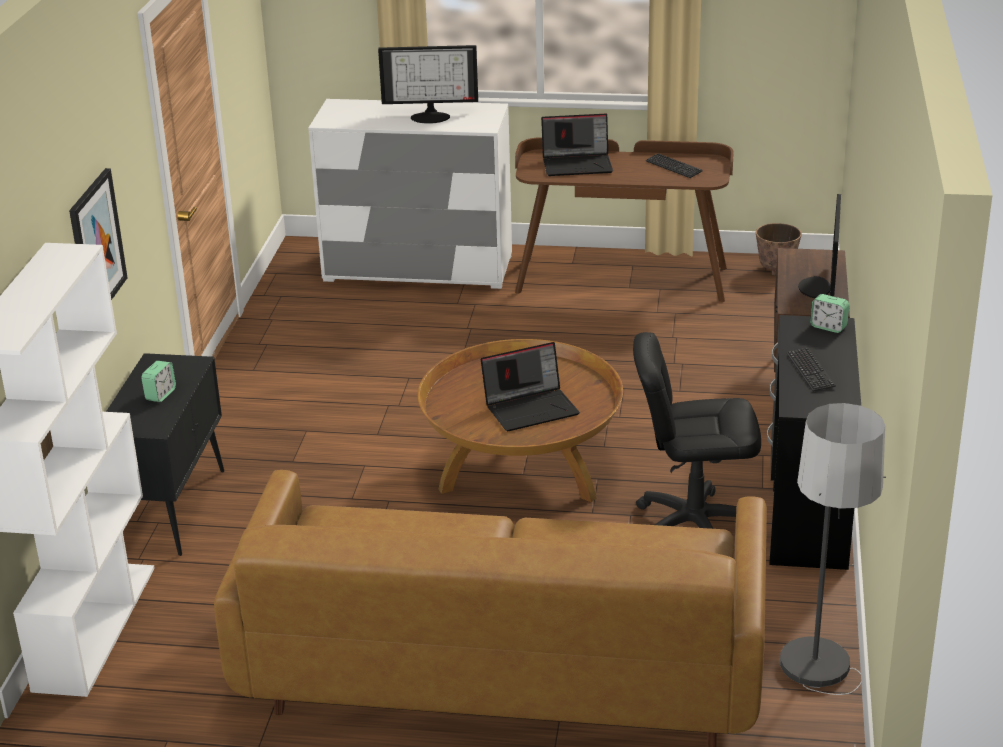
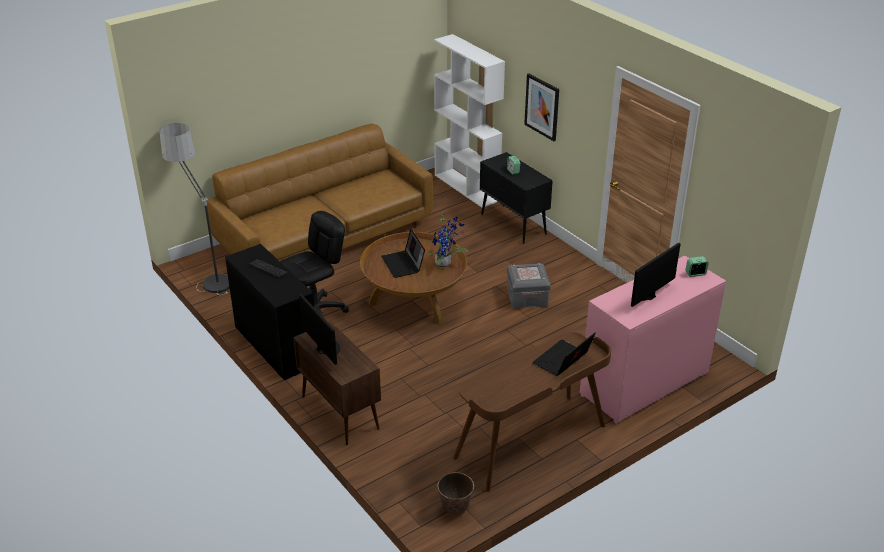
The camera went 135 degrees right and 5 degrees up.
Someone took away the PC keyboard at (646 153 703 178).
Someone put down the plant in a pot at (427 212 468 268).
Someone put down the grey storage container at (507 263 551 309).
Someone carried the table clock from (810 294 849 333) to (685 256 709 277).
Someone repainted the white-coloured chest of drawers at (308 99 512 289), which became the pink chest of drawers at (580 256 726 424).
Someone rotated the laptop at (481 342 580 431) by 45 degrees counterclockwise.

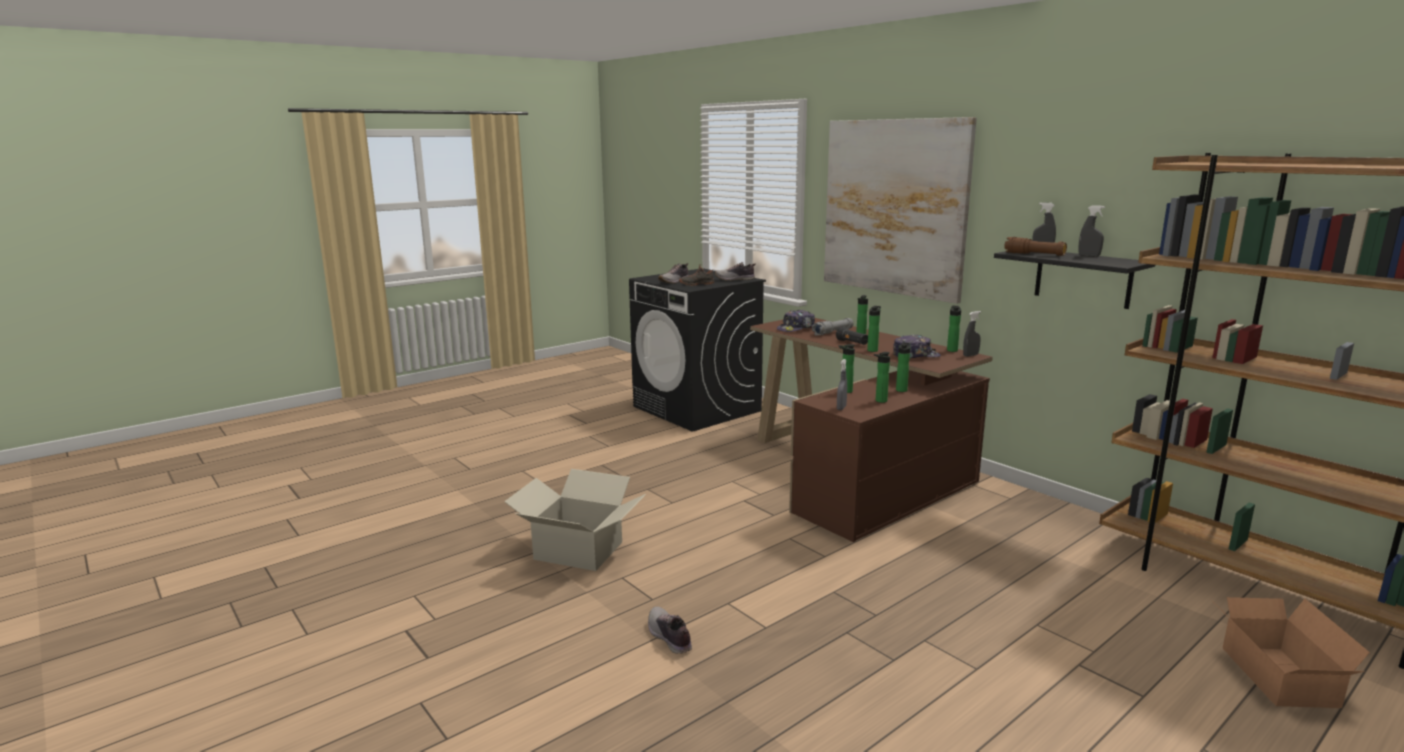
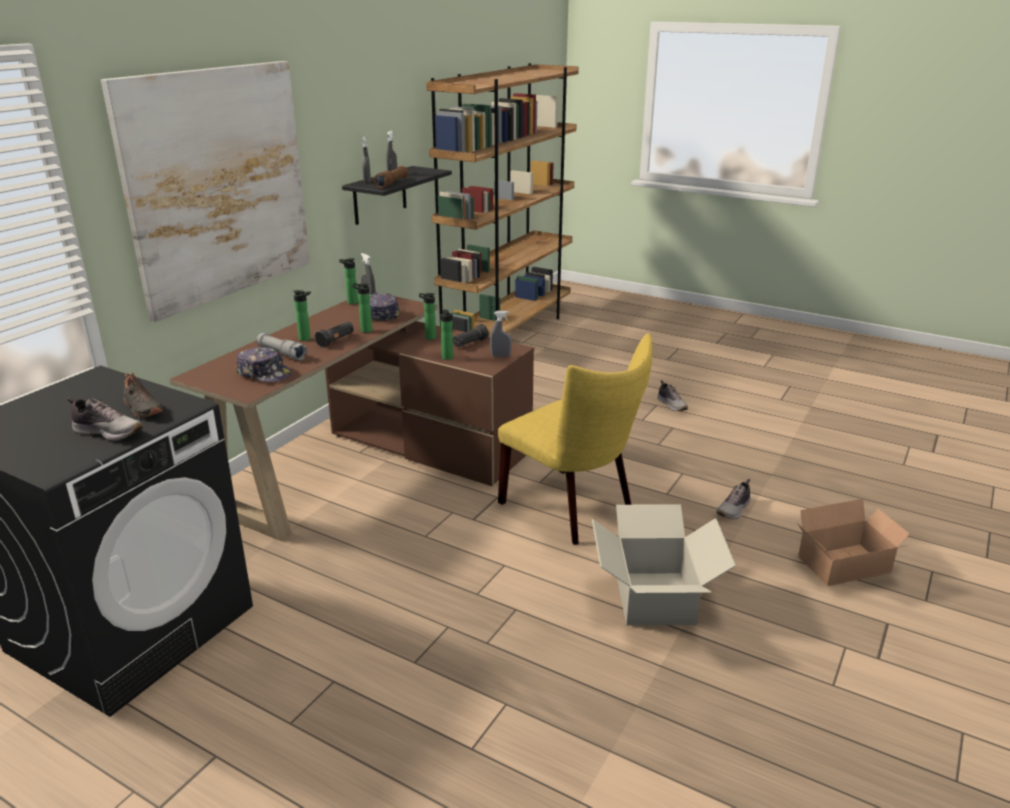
The camera went 110 degrees left and 10 degrees up.
Someone put down the yellow upright chair at (498 333 652 545).
Someone carried the shoe from (715 262 756 281) to (657 380 688 411).
Someone carried the carton from (1222 597 1370 708) to (797 499 912 586).
Someone swapped the bottle at (874 352 890 403) for the black flashlight at (453 324 489 347).

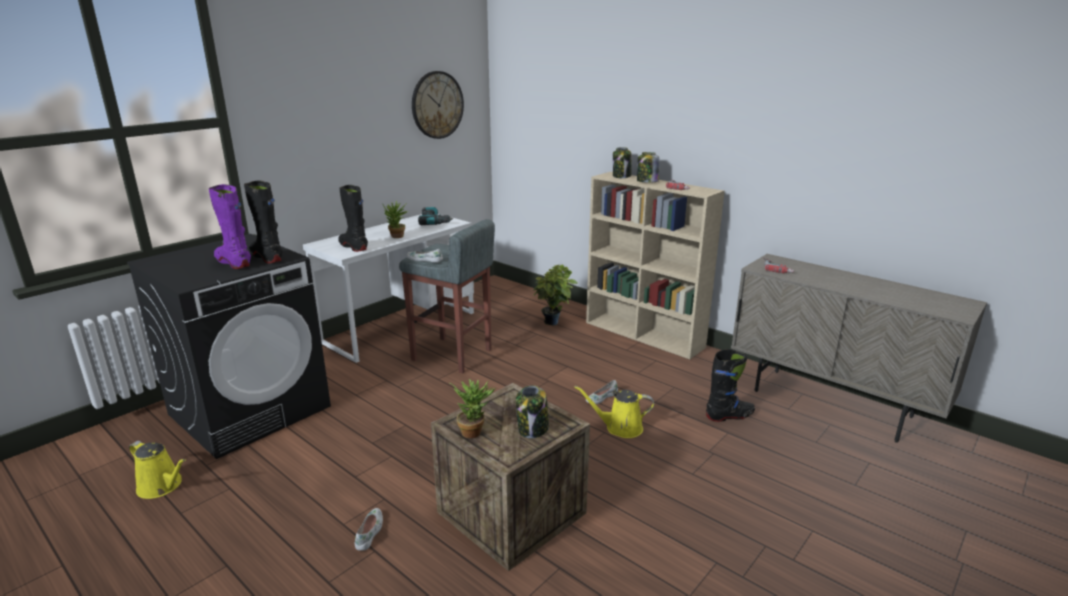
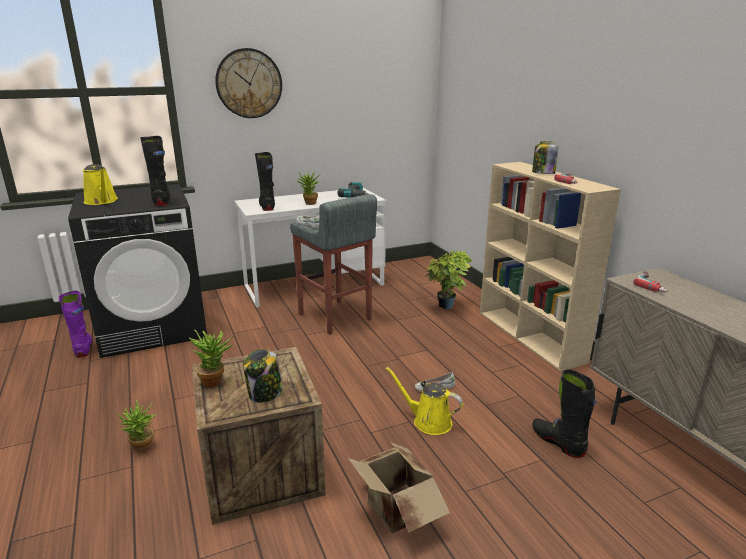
The camera went 25 degrees right and 0 degrees up.
Someone took away the preserve jar at (613 147 632 178).
Someone put down the carton at (348 442 450 534).
Someone carried the yellow watering can from (129 441 186 499) to (83 164 118 205).
Someone carried the purple boot from (209 184 251 269) to (59 291 93 358).
Someone carried the wall clock from (412 71 464 139) to (215 48 282 118).
Someone swapped the white-coloured shoe at (355 508 383 551) for the plant in a pot at (117 400 157 453).
Someone rotated the black boot at (706 349 755 422) by 135 degrees counterclockwise.

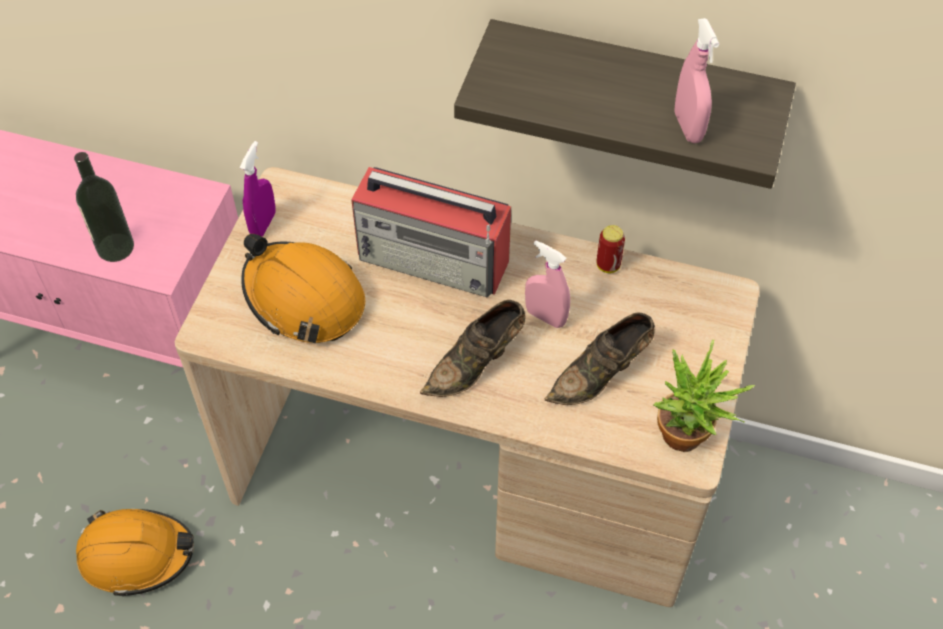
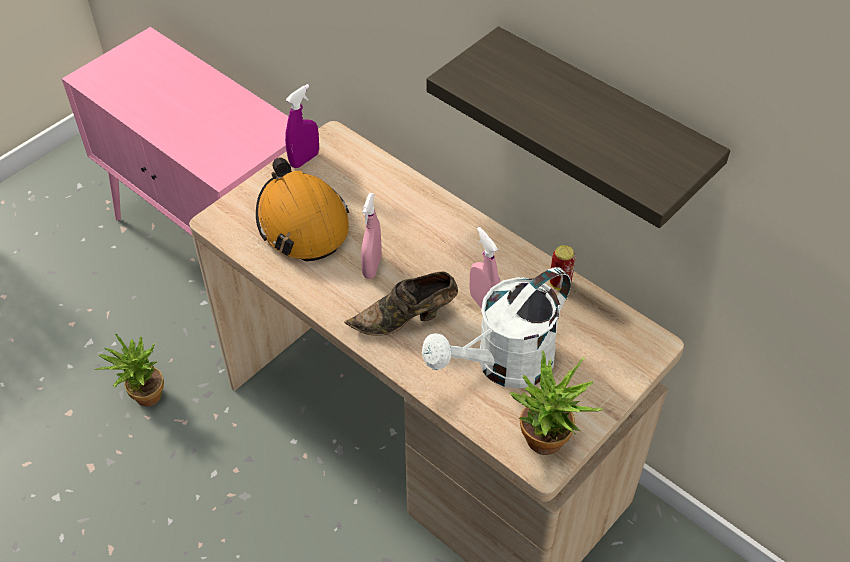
The camera went 25 degrees right and 5 degrees down.
Someone took away the bottle at (74 152 134 262).
Someone took away the radio set at (351 167 511 297).
Someone carried the pink sprayer from (674 18 719 143) to (361 193 382 279).
Someone swapped the orange hard hat at (76 509 194 596) for the plant in a pot at (95 333 164 406).
Someone swapped the brown shoe at (544 312 655 405) for the white-coloured watering can at (422 267 571 389).

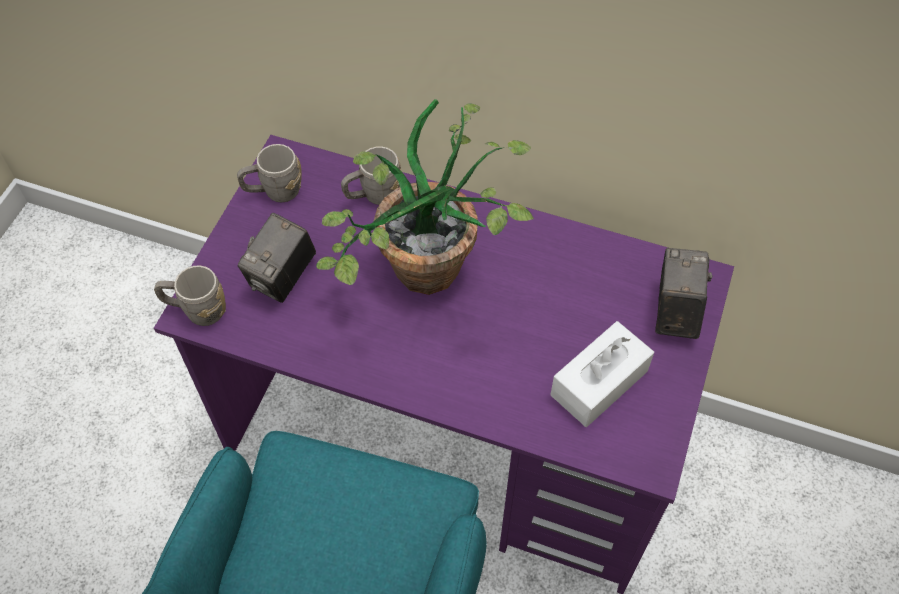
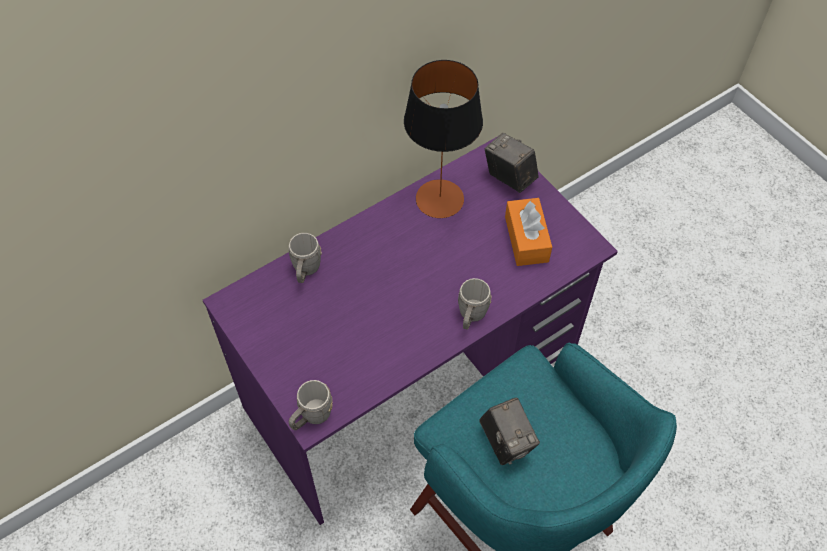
The camera went 55 degrees left and 0 degrees up.
Someone took away the plant in a pot at (316 99 534 295).
Someone put down the table lamp at (404 60 483 218).
Someone carried the grey mug from (237 144 302 203) to (458 278 492 330).
Someone carried the photo camera from (238 213 316 303) to (479 398 540 465).
Someone repainted the white-coloured tissue holder at (551 321 654 427), which became the orange tissue holder at (505 198 552 266).

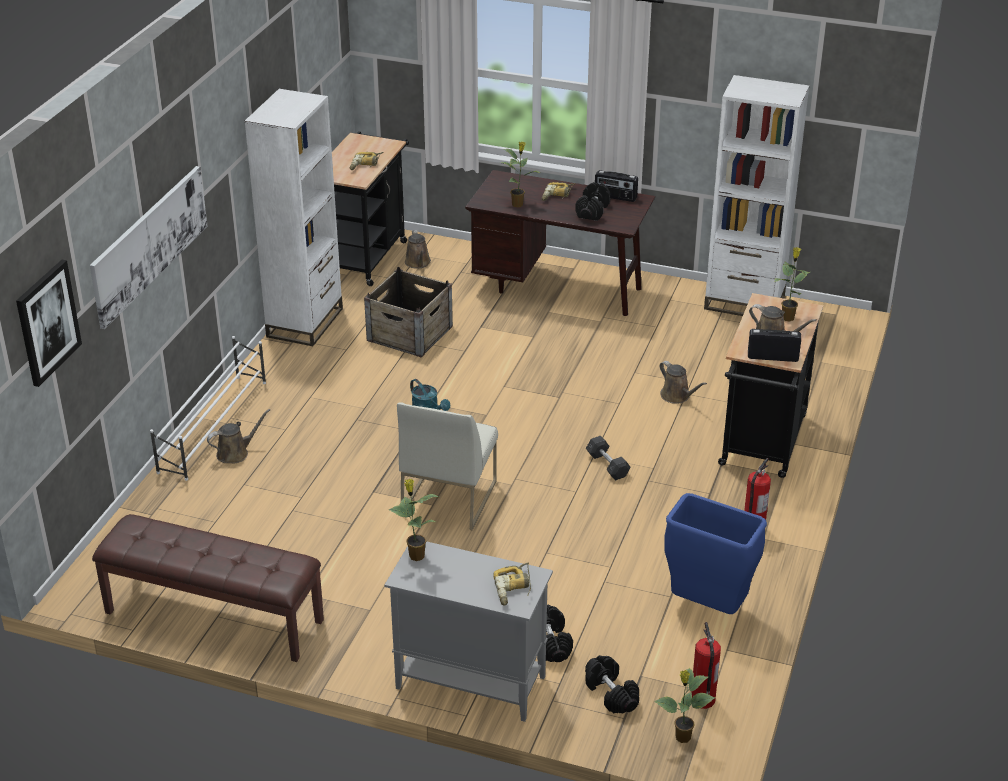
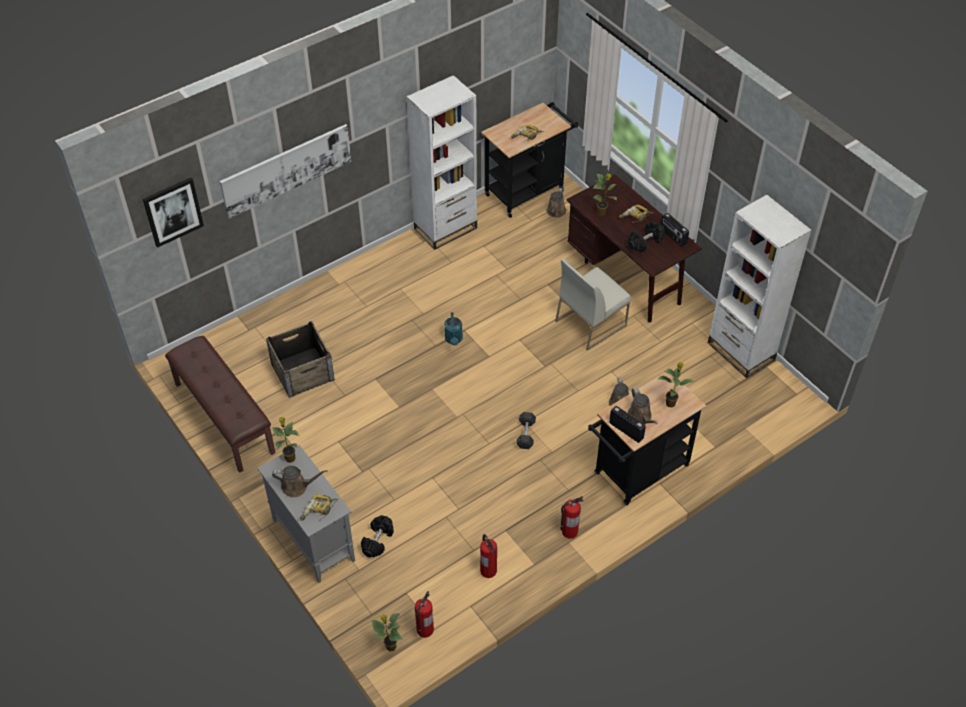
The camera went 35 degrees right and 15 degrees up.
Someone took away the white-coloured shoe stand at (150 336 266 481).
Someone took away the black free weight at (585 655 639 714).
Someone carried the brown watering can from (207 409 270 463) to (272 466 328 498).
Someone carried the crate from (364 267 453 357) to (266 321 335 398).
Someone carried the white-coloured upright chair from (397 402 498 530) to (555 259 631 350).
Someone swapped the bluish trash can at (664 493 767 614) for the extinguisher at (480 534 497 578).

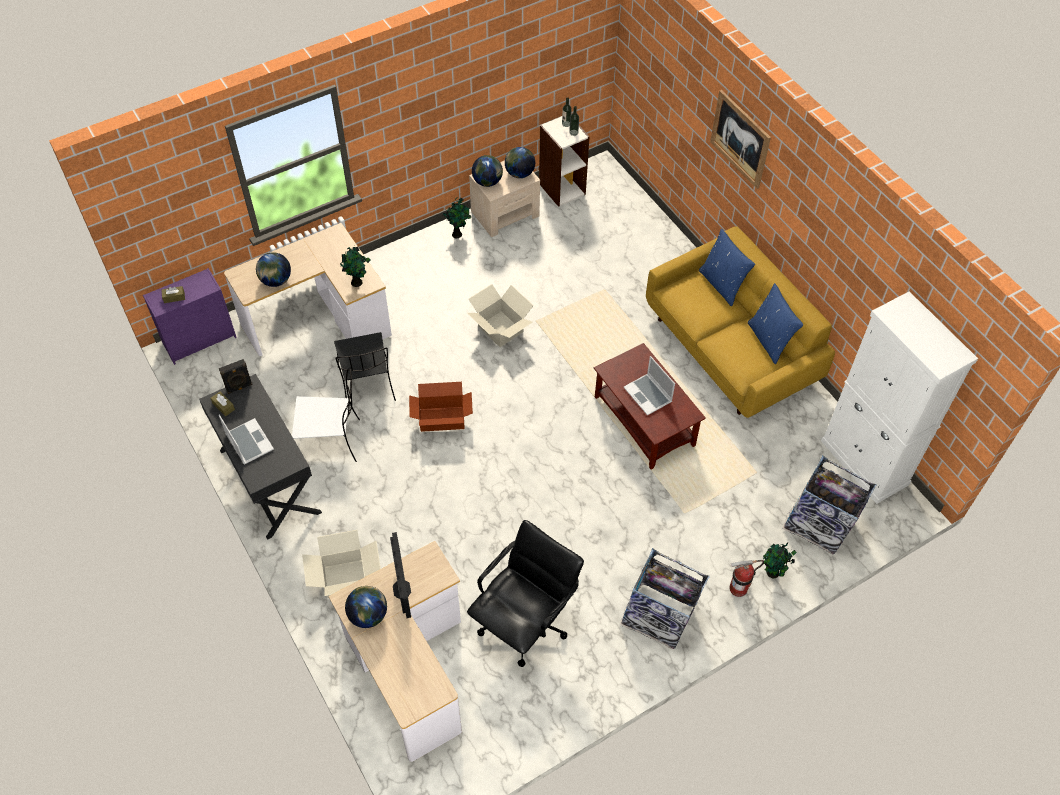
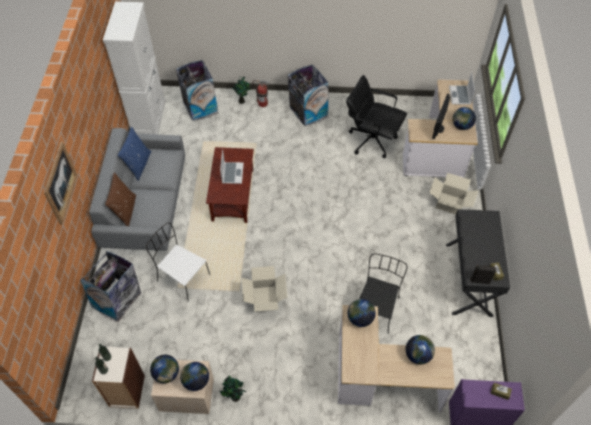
The camera went 145 degrees left and 0 degrees up.
Someone took away the carton at (409 382 473 432).
Someone put down the trash can at (80 251 141 323).
Someone carried the laptop from (219 415 274 465) to (449 72 475 105).
Someone carried the white-coloured upright chair from (292 368 360 462) to (146 222 210 302).
Someone swapped the plant in a pot at (339 247 371 287) for the desk globe at (348 299 376 327).
Someone repainted the yellow settee at (646 226 835 418), which became the grey settee at (89 128 185 251).
Someone repainted the bluish throw pillow at (699 229 755 306), which became the brown throw pillow at (105 172 136 226).
Someone rotated the black desk chair at (467 520 584 667) by 45 degrees clockwise.

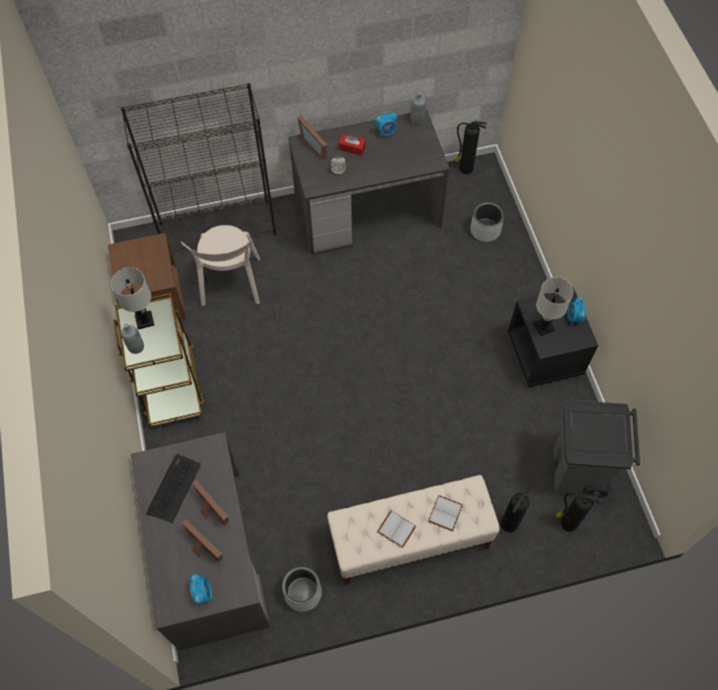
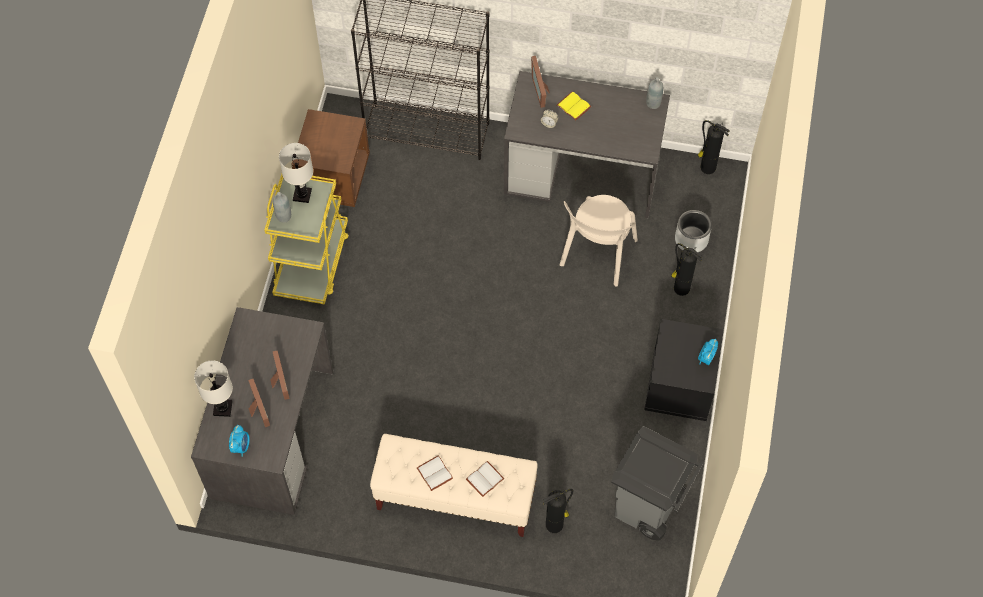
The camera went 25 degrees right and 0 degrees up.
Someone took away the PC keyboard at (147 454 201 523).
Someone took away the grey plant pot at (282 567 322 612).
Someone took away the table clock at (376 112 397 137).
Someone carried the beige upright chair from (181 225 260 306) to (560 195 638 287).
Someone carried the white-coloured table lamp from (533 277 573 336) to (194 360 233 417).
Someone carried the extinguisher from (556 492 605 532) to (671 243 703 296).
Someone swapped the red tissue holder at (339 134 366 156) for the yellow bound book at (557 91 592 120).
Someone repainted the brown cart at (114 293 204 427), which became the yellow cart at (265 174 349 305).

